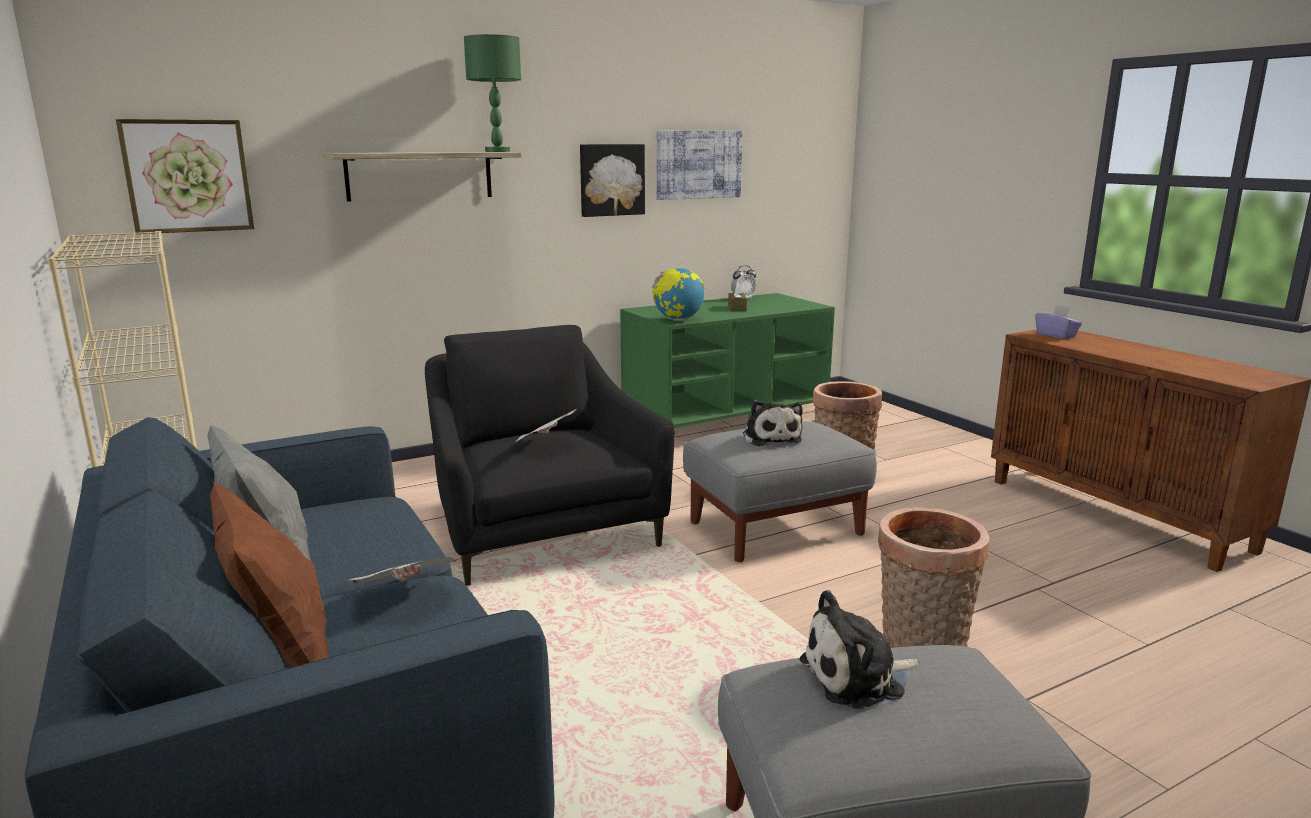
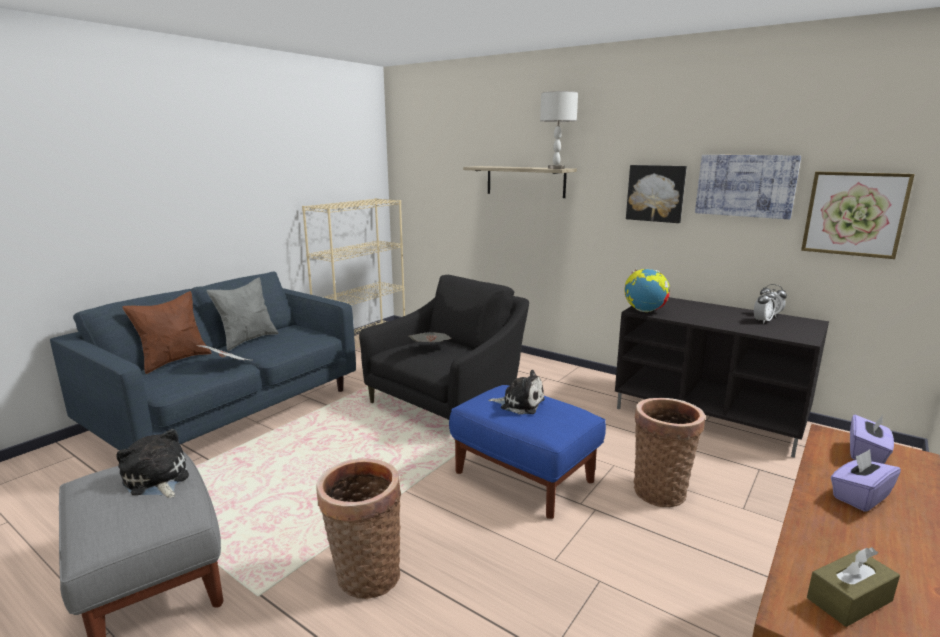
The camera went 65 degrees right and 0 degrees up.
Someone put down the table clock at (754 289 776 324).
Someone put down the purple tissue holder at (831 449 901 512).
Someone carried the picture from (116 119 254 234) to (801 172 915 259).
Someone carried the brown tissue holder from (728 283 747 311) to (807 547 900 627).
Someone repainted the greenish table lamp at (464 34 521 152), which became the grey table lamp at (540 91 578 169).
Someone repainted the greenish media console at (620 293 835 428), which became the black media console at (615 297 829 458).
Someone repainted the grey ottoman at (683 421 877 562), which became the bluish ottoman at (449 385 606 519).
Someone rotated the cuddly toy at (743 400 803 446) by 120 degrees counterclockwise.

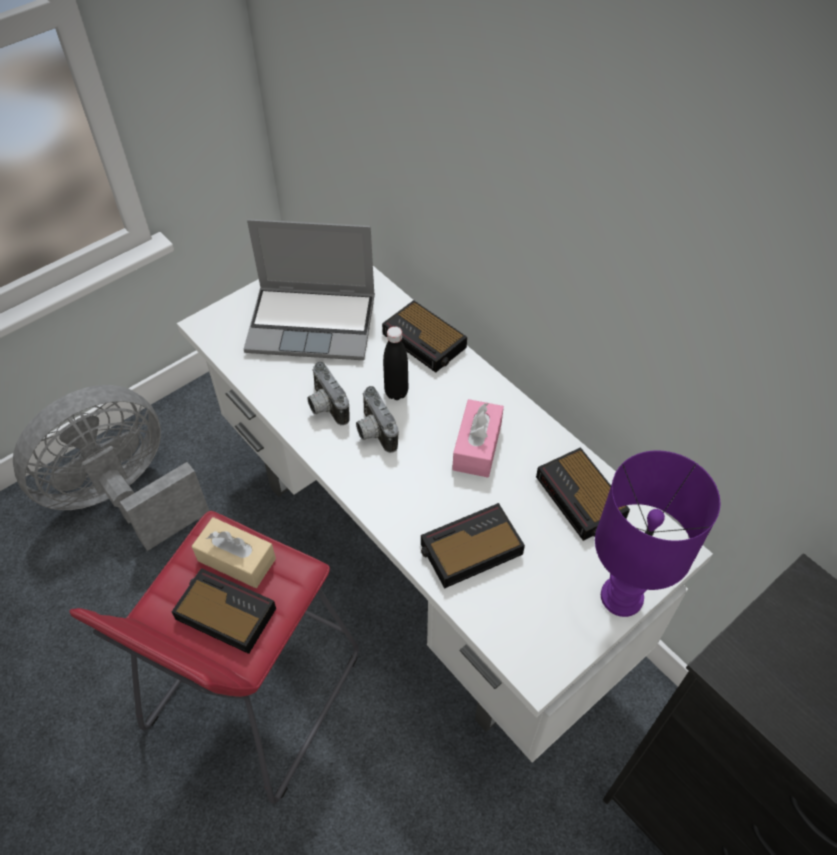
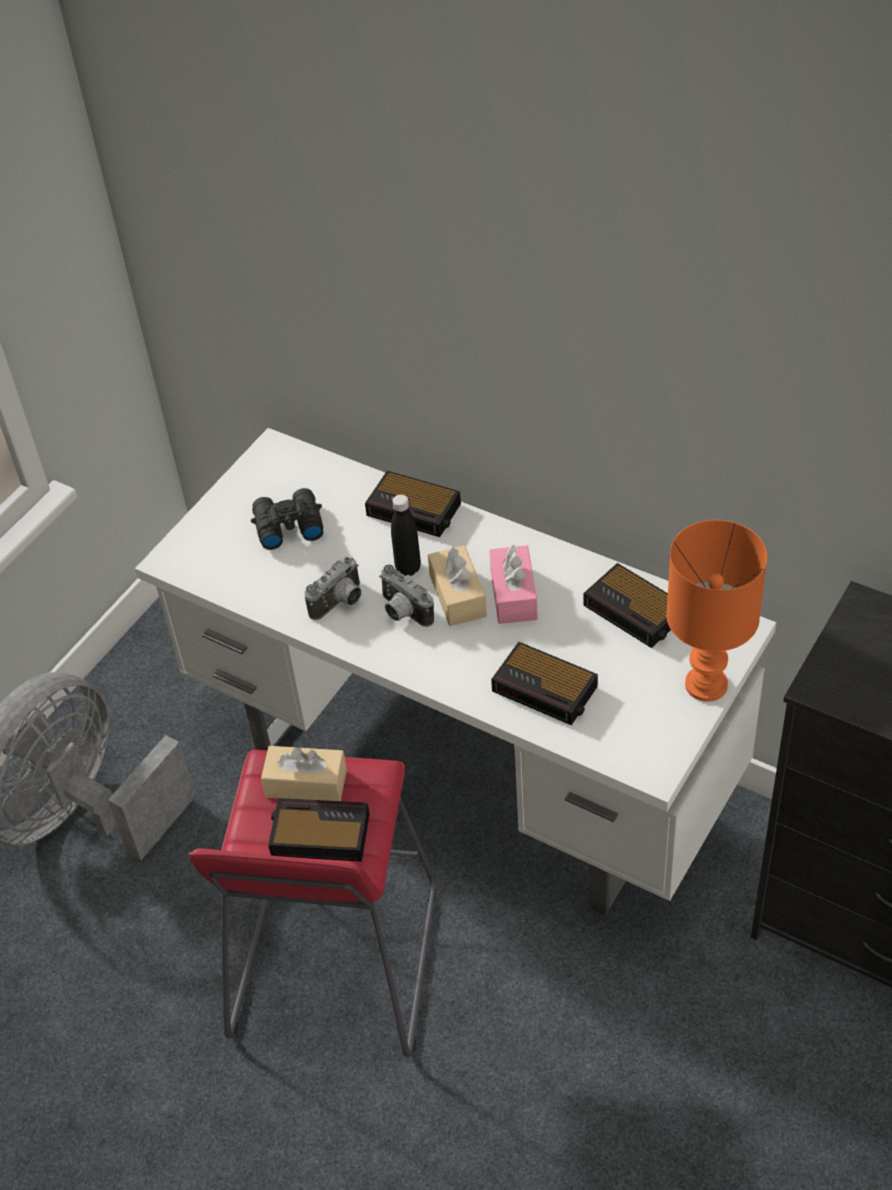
The camera went 15 degrees left and 5 degrees down.
Someone put down the beige tissue holder at (428 545 487 626).
Someone swapped the laptop at (244 219 375 360) for the black binoculars at (251 488 323 550).
Someone repainted the purple table lamp at (595 450 720 617), which became the orange table lamp at (666 520 767 702).
Someone rotated the photo camera at (307 362 350 425) by 90 degrees counterclockwise.
Someone rotated the table clock at (421 503 525 589) by 105 degrees counterclockwise.

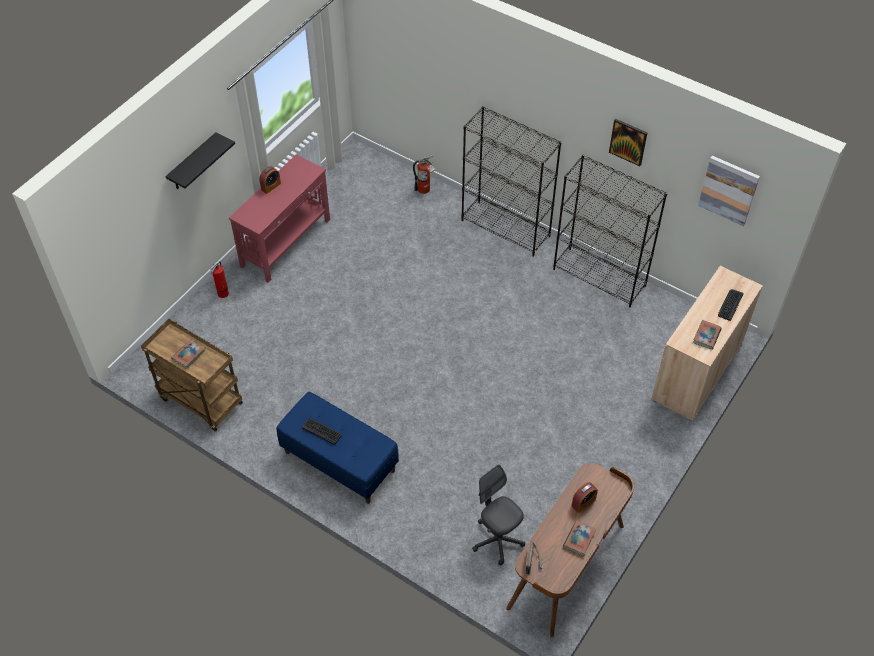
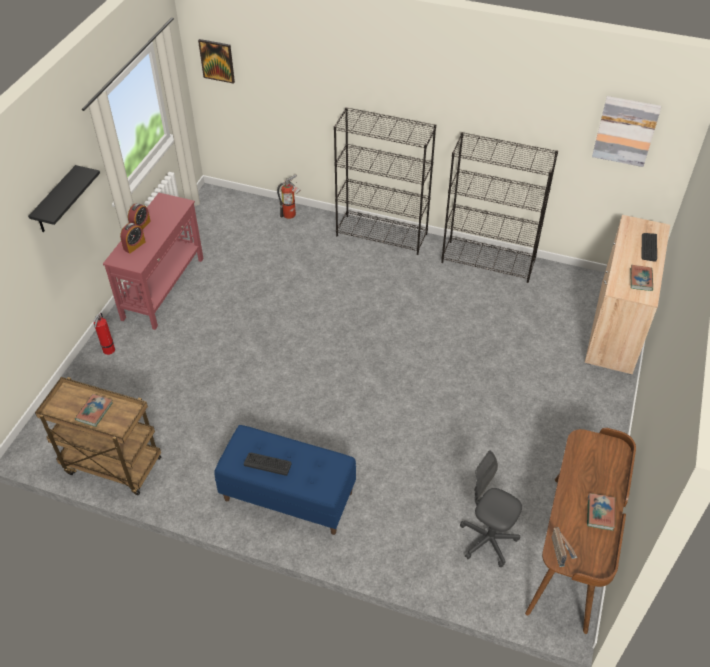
The camera went 15 degrees left and 5 degrees down.
Someone carried the table clock from (571 482 598 513) to (120 223 145 254).
Someone carried the picture from (609 119 647 166) to (198 39 235 84).

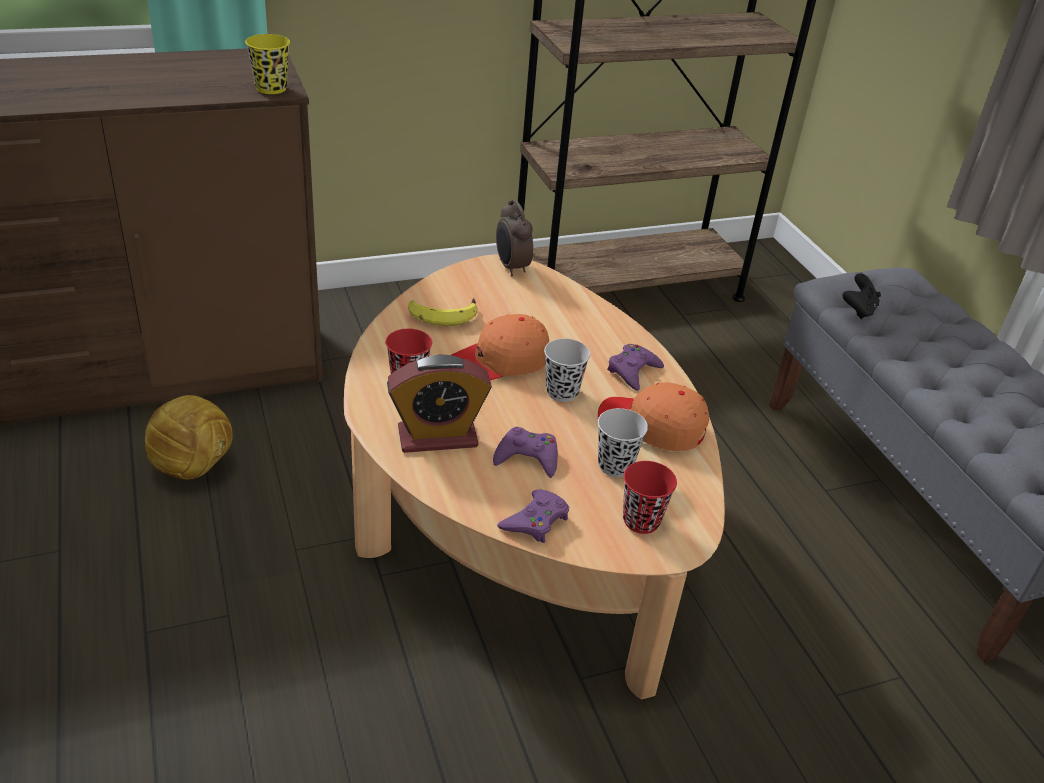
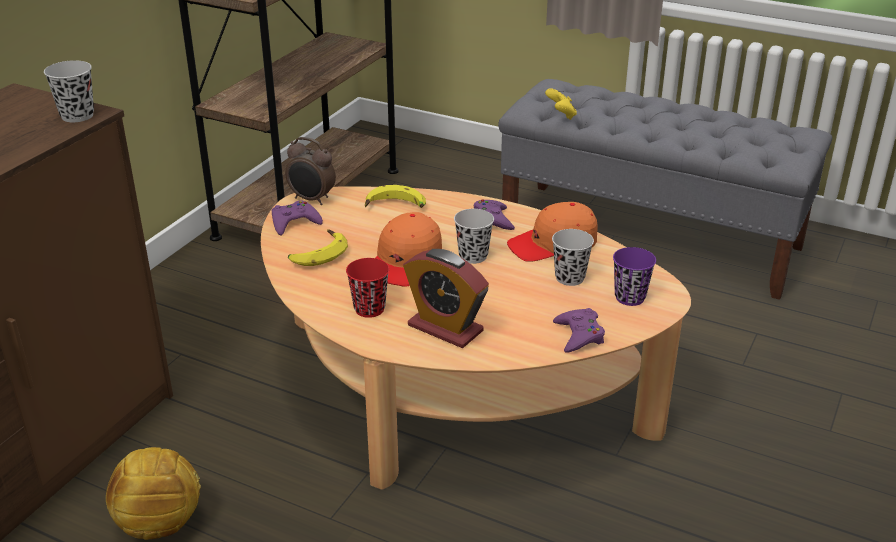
The camera went 40 degrees left and 5 degrees down.
Someone put down the whole banana at (365 185 426 208).
Someone carried the purple game controller from (493 427 558 478) to (272 201 323 236).
Someone repainted the yellow drinking cup at (245 34 290 94), which became the black drinking cup at (44 60 94 122).
Someone repainted the red drinking cup at (623 461 677 534), which became the purple drinking cup at (613 247 656 306).
Someone repainted the black game controller at (842 273 881 319), which became the yellow game controller at (545 88 577 120).
Someone rotated the table clock at (387 355 492 453) by 90 degrees clockwise.

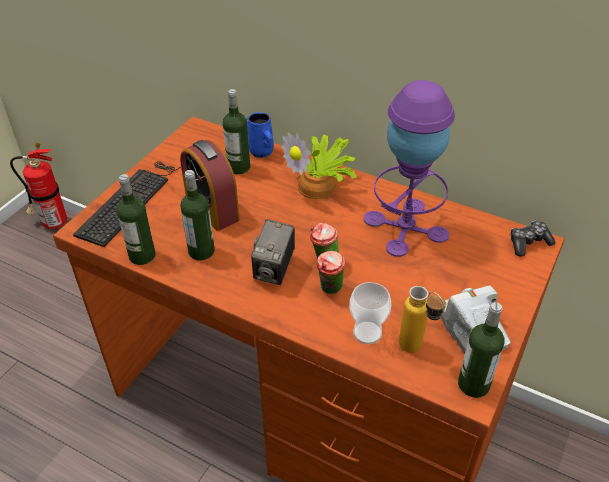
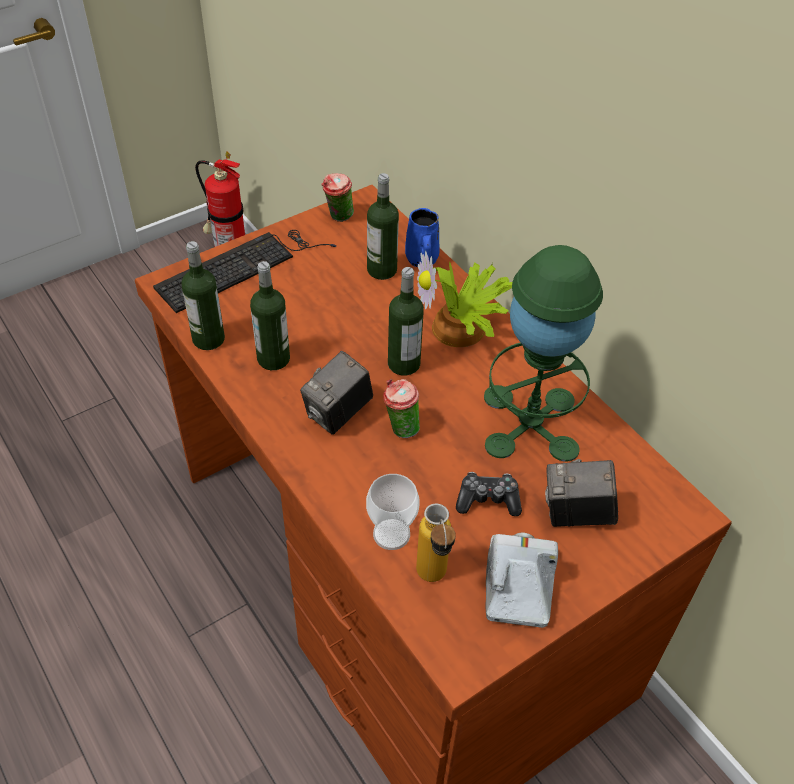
The camera went 25 degrees right and 5 degrees up.
Someone took away the table clock at (180 140 240 231).
Someone put down the photo camera at (545 459 618 527).
Someone carried the drinking cup from (316 251 345 294) to (321 173 354 222).
Someone carried the bottle from (458 302 505 398) to (388 267 424 376).
Someone carried the game controller from (511 221 556 257) to (456 472 522 516).
Someone repainted the purple table lamp at (364 80 455 257), which became the greenish table lamp at (484 245 603 462).

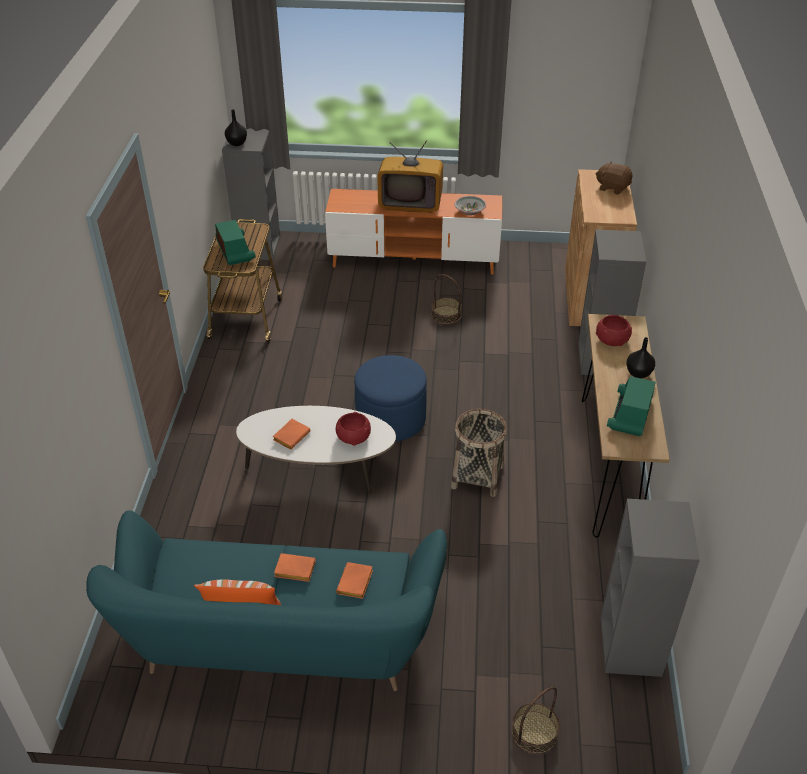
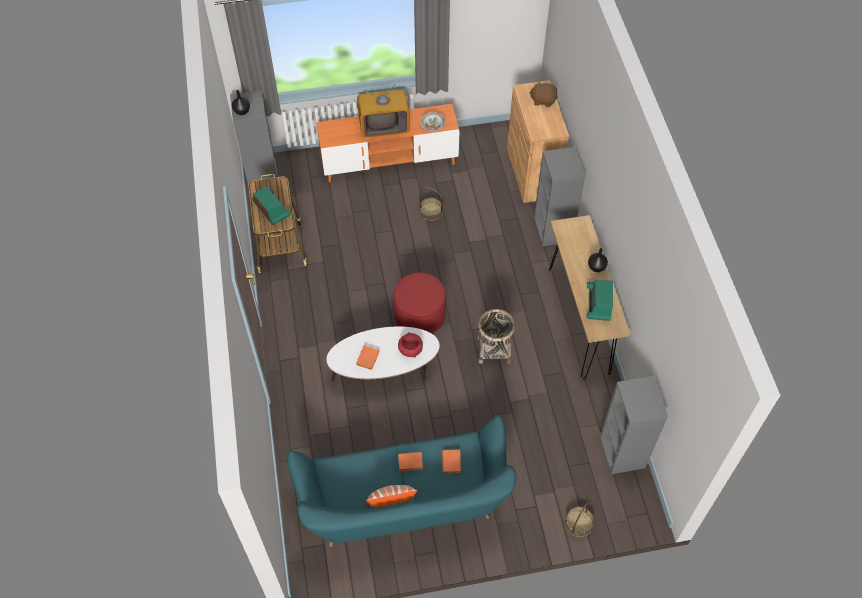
The camera went 15 degrees left and 15 degrees up.
Someone took away the red bowl at (596 315 632 346).
Someone repainted the bluish ottoman at (354 355 427 442), which became the red ottoman at (393 272 446 334).

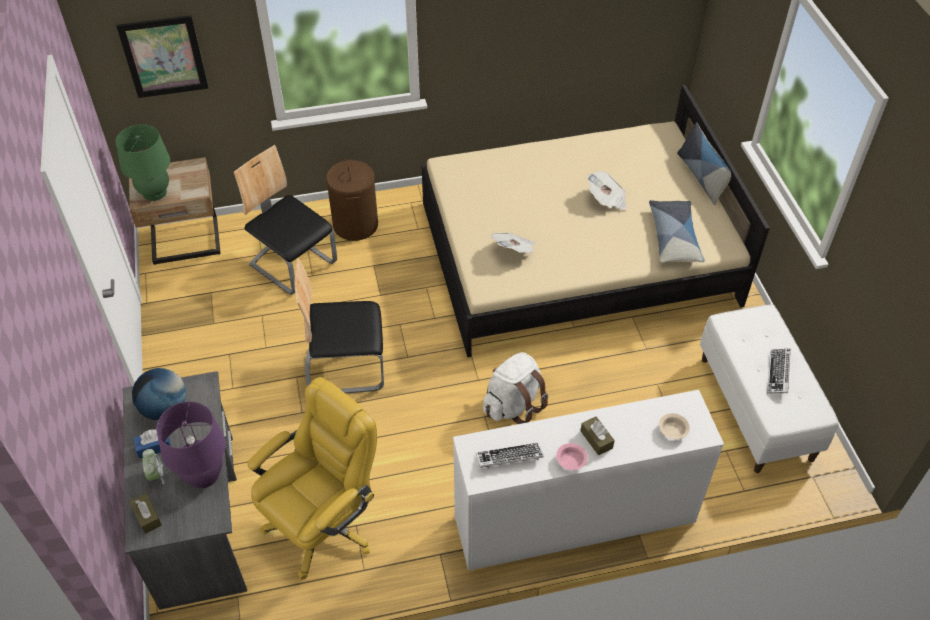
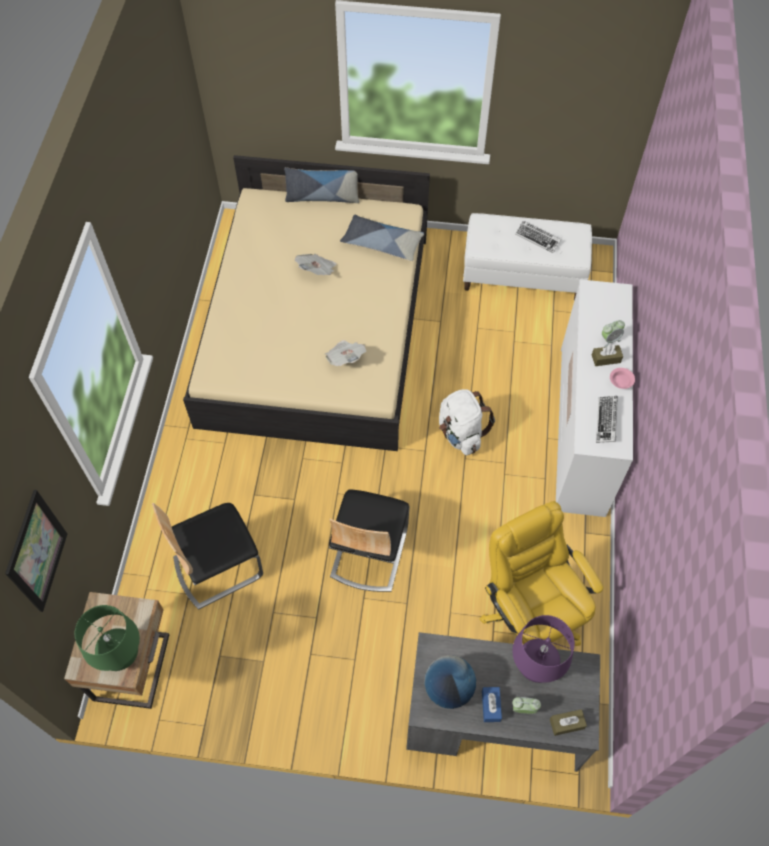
The camera went 70 degrees left and 10 degrees up.
Someone took away the brown hamper at (326 159 378 241).
Someone took away the beige bowl at (659 413 690 439).
Someone put down the table clock at (602 320 625 347).

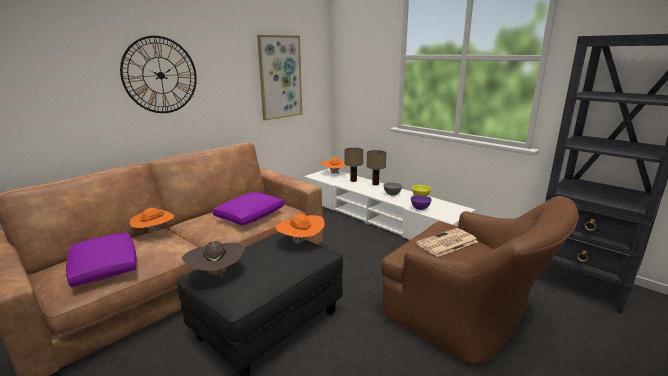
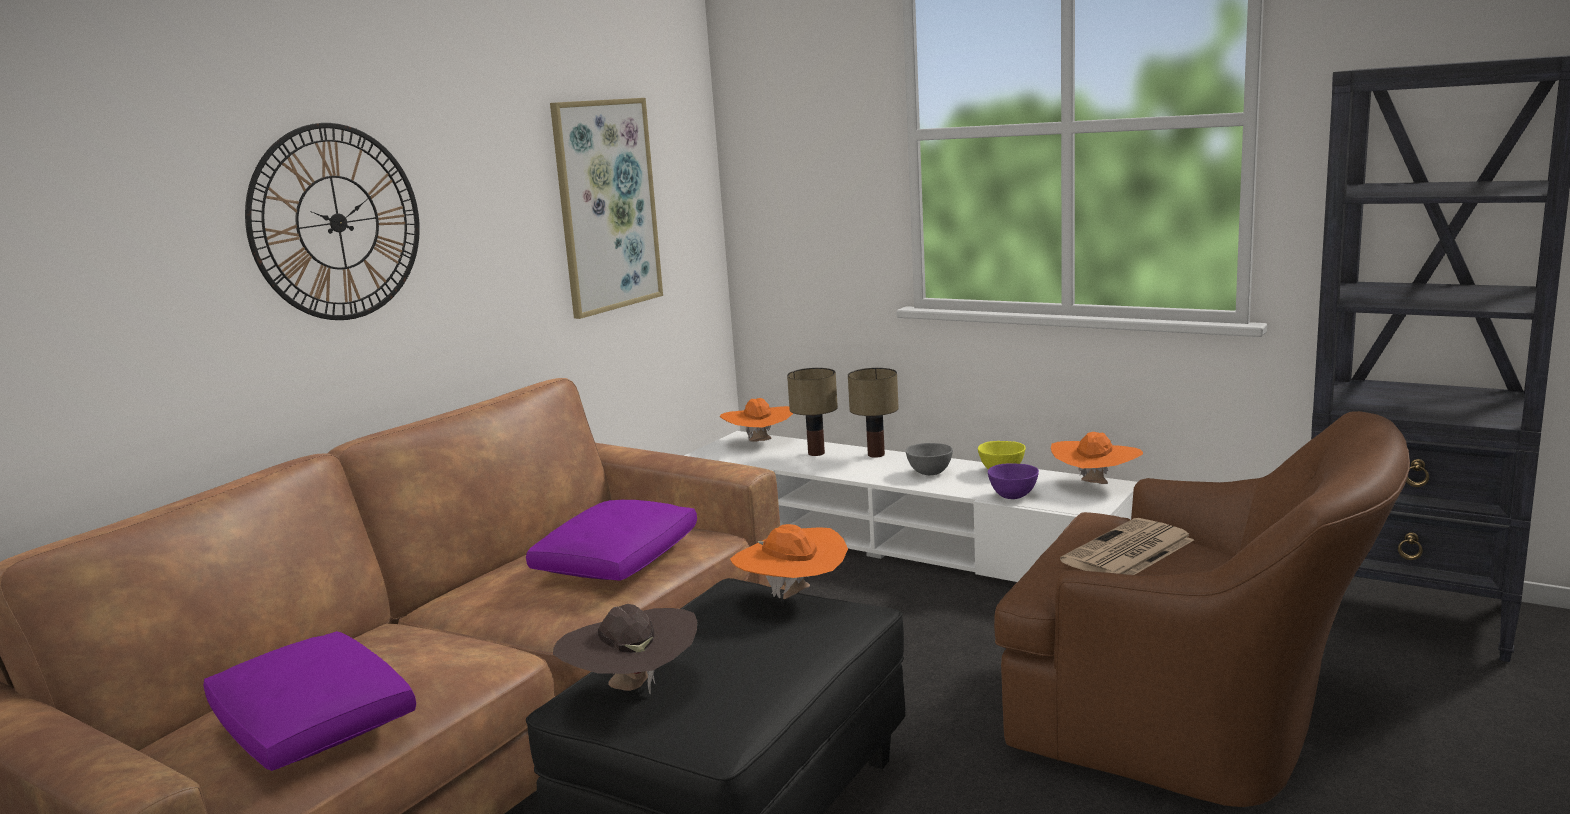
The camera went 10 degrees left and 5 degrees down.
Someone carried the orange hat from (130 208 174 235) to (1051 432 1143 484).

